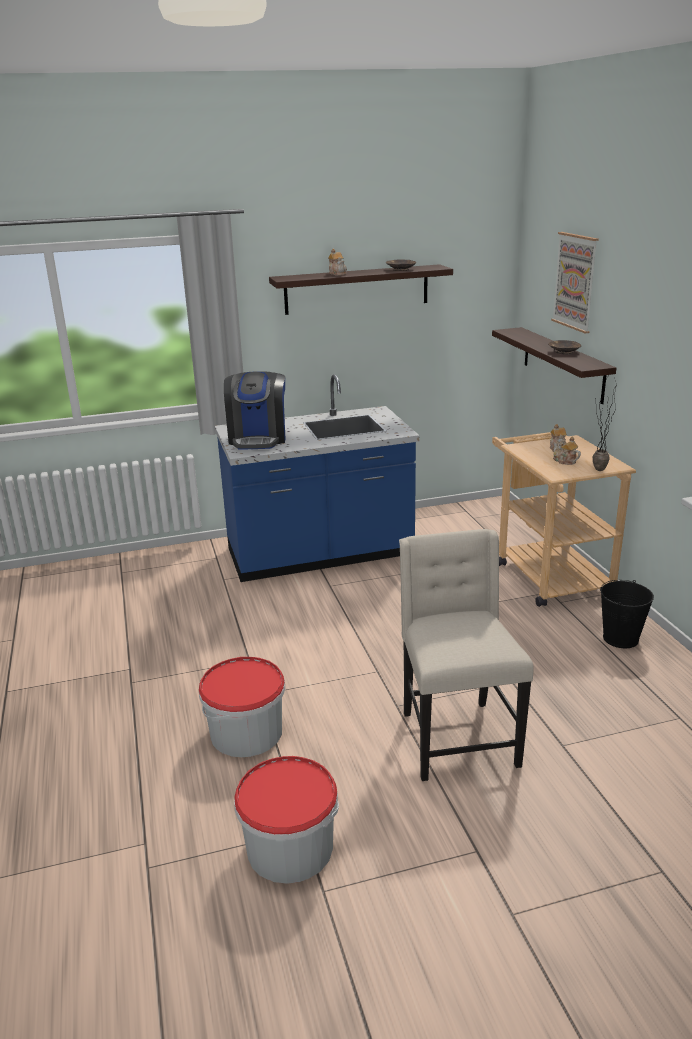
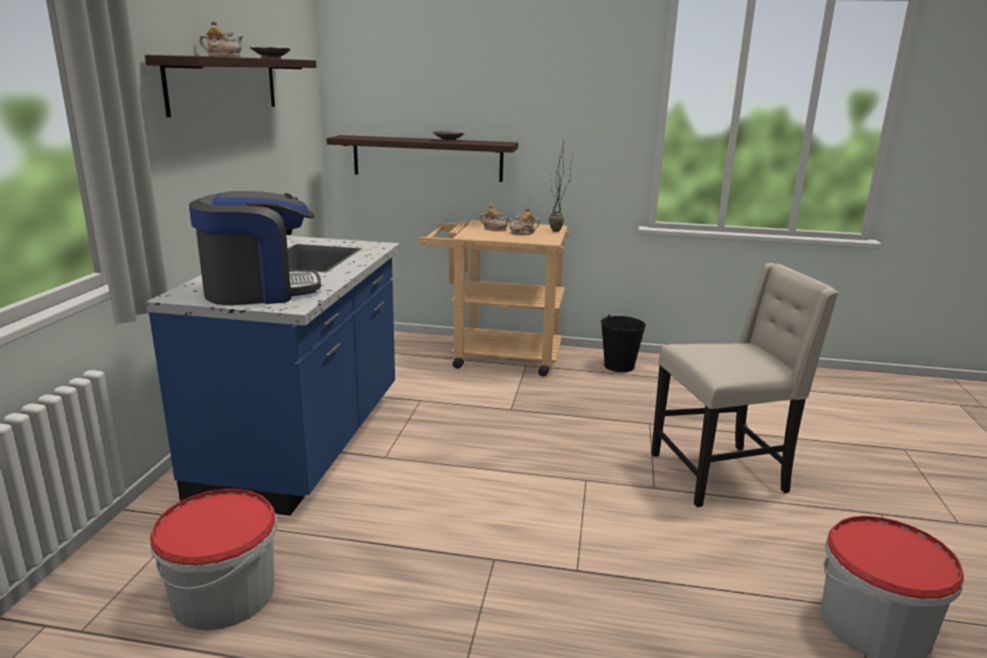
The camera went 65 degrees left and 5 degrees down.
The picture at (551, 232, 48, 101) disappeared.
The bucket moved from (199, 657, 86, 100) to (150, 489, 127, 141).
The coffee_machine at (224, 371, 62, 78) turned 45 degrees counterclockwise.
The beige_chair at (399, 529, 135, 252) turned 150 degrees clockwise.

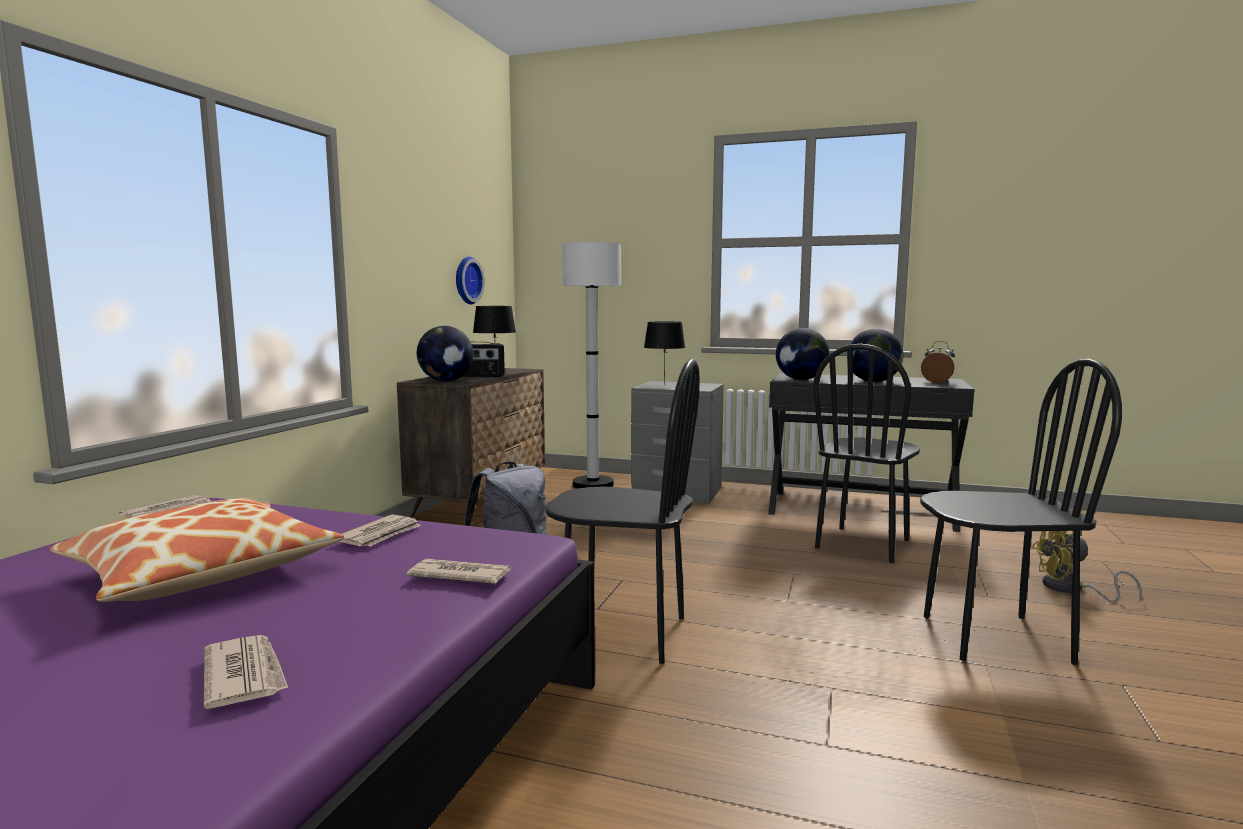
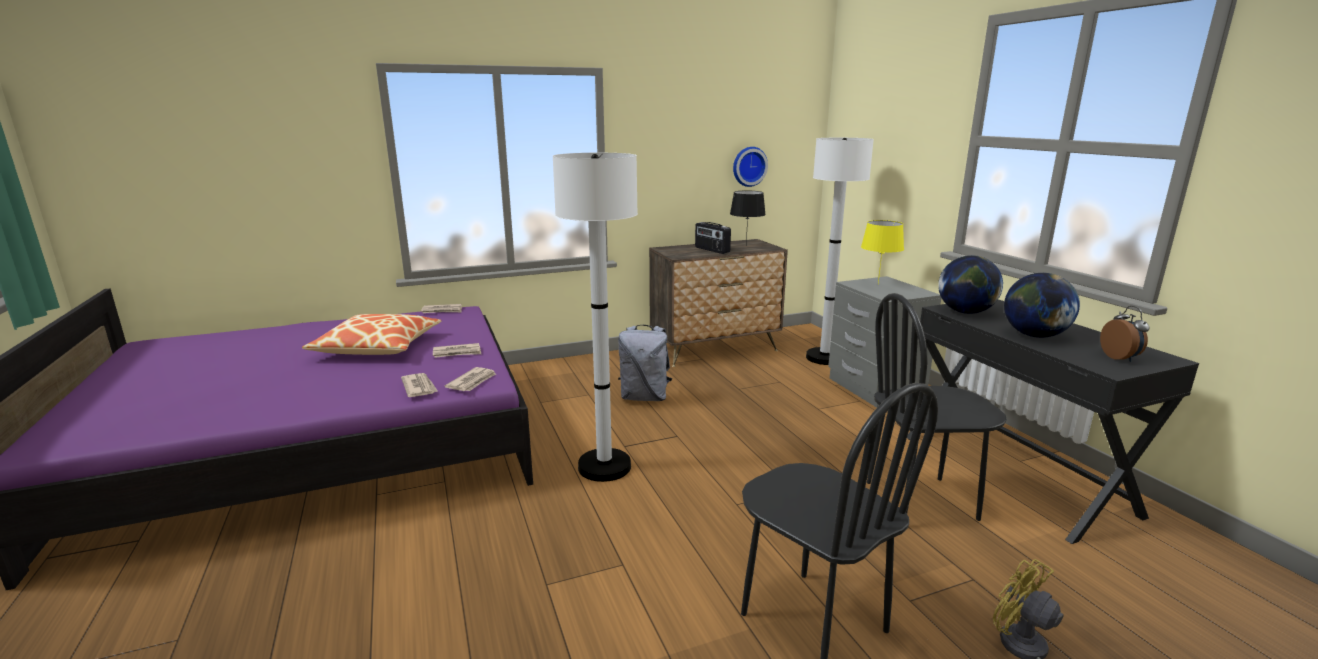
The camera went 50 degrees right and 10 degrees up.
The globe at (417, 326, 56, 55) disappeared.
The newspaper moved from (204, 635, 84, 74) to (445, 367, 51, 24).
The black_chair at (545, 359, 155, 305) was replaced by the white_floor_lamp at (553, 153, 85, 329).
The black_table_lamp at (644, 321, 42, 64) became the yellow_table_lamp at (861, 220, 43, 64).

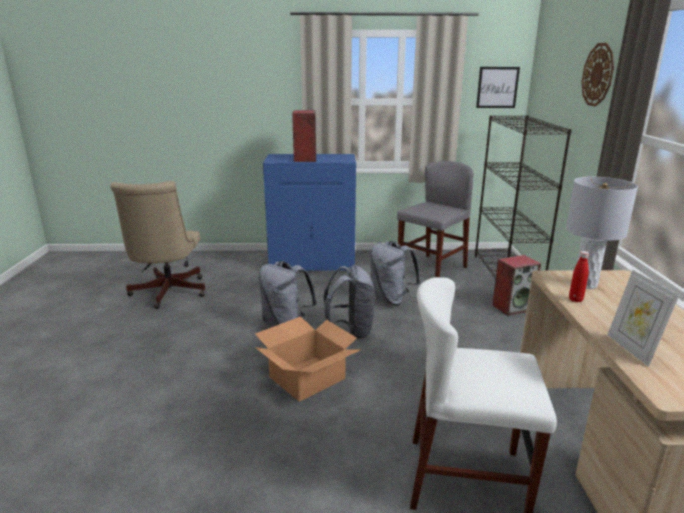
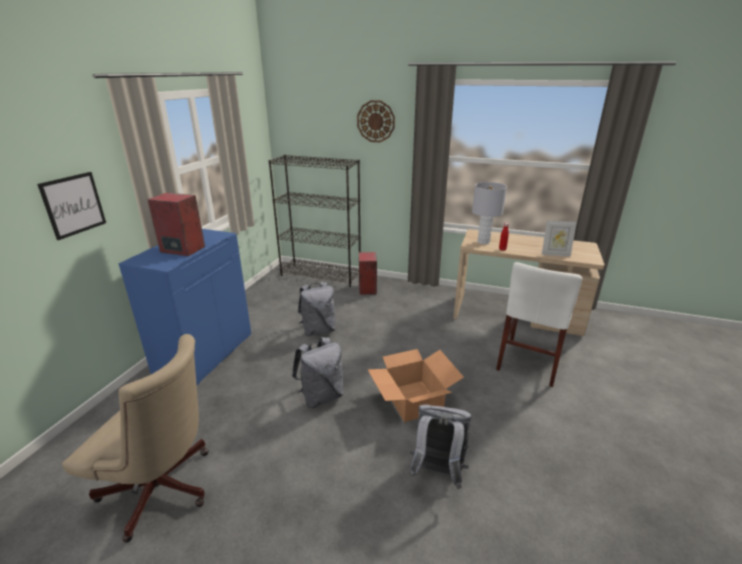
The camera went 70 degrees left and 5 degrees up.
The grey_chair at (397, 161, 77, 116) disappeared.
The grey_backpack moved from (324, 265, 51, 74) to (409, 405, 63, 84).
The picture moved from (476, 67, 44, 41) to (37, 172, 69, 68).

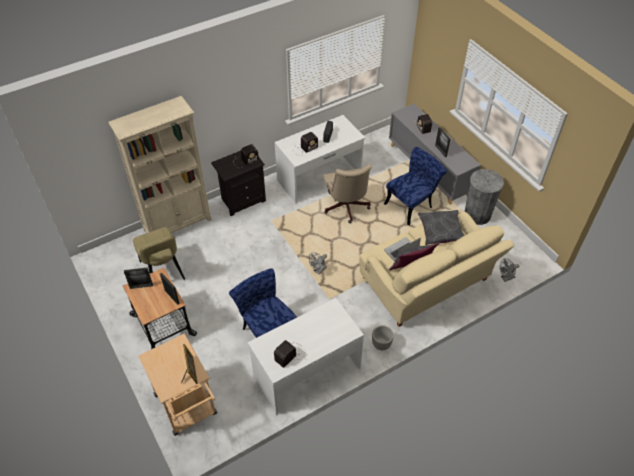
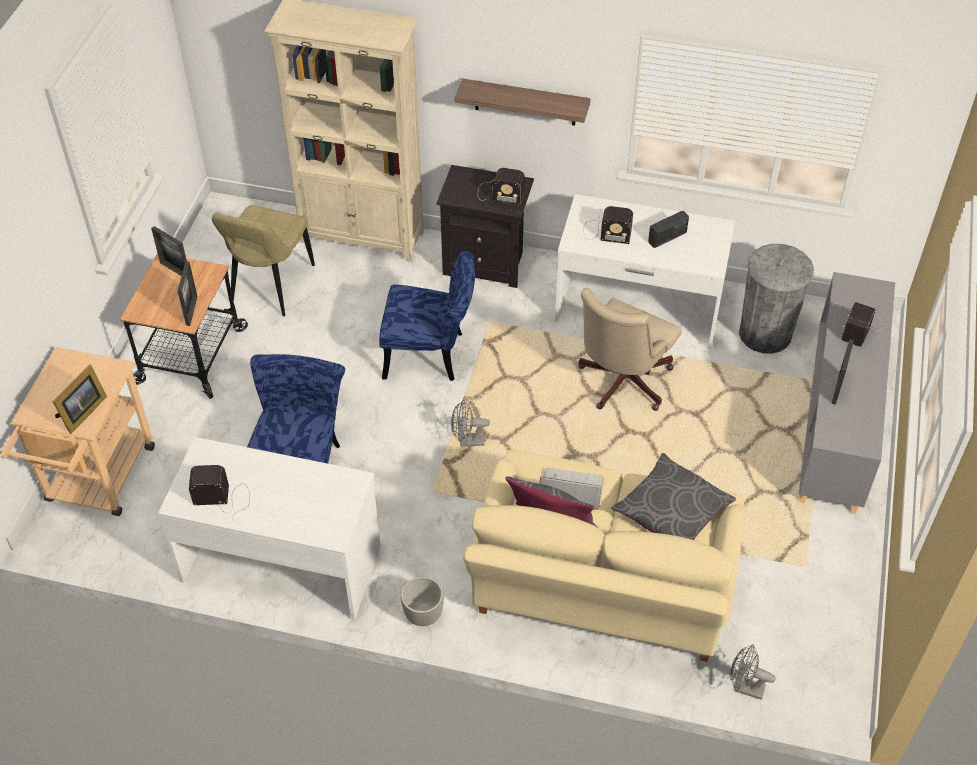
The camera went 45 degrees right and 0 degrees up.
The shelf at (454, 79, 136, 47) appeared.
The blue_chair moved from (384, 147, 63, 78) to (379, 251, 96, 130).
The grey_trash_can moved from (464, 169, 40, 56) to (739, 244, 75, 110).

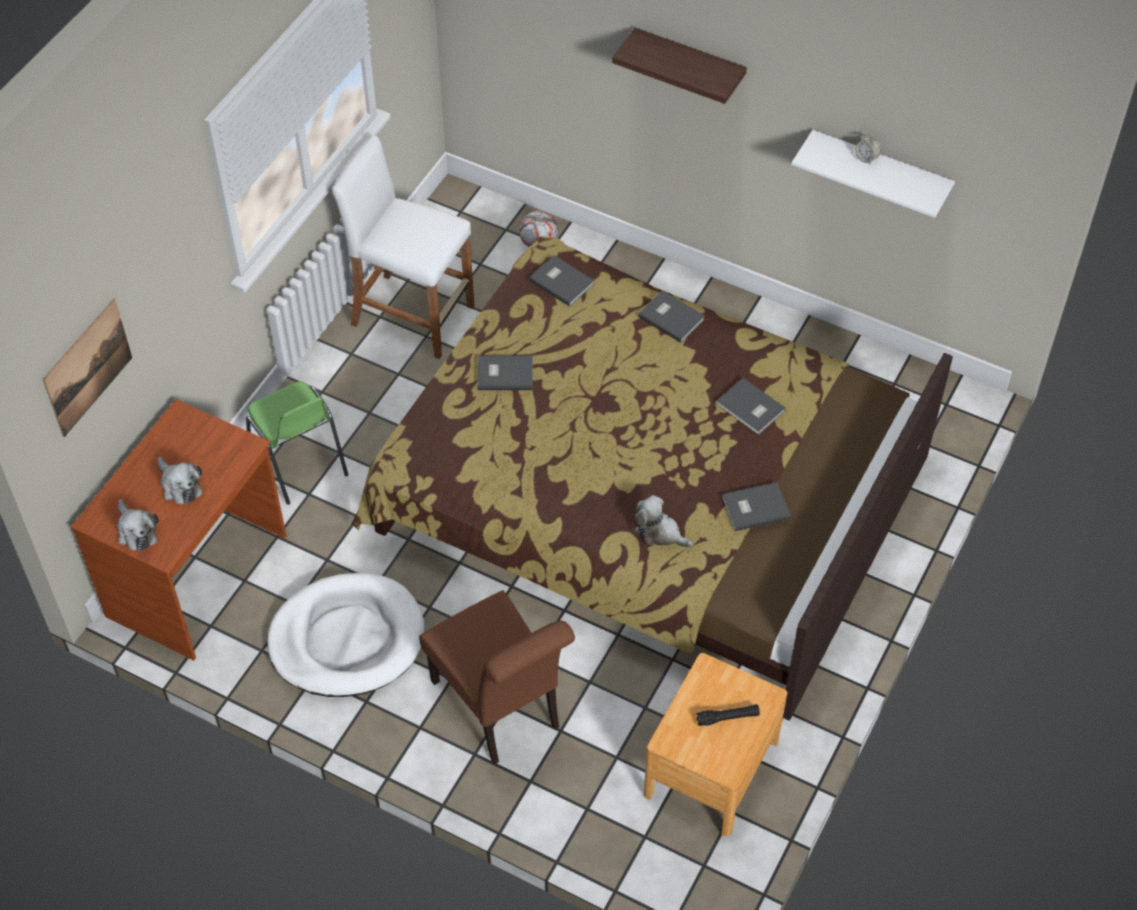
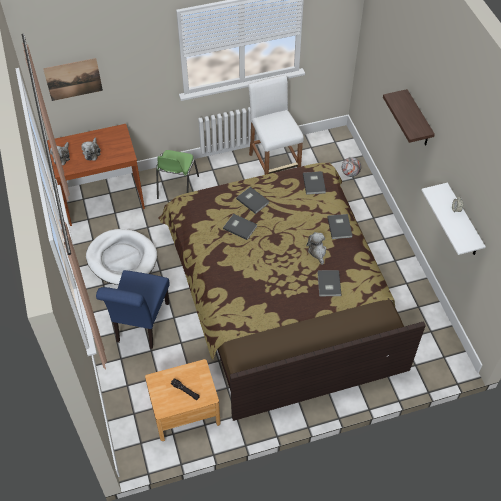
The camera went 45 degrees right and 0 degrees up.
The plush_toy moved from (635, 495, 58, 52) to (306, 232, 21, 33).
The grey_book moved from (722, 482, 69, 49) to (223, 214, 34, 26).
The brown_chair at (419, 590, 156, 174) became the blue_chair at (96, 270, 74, 79).

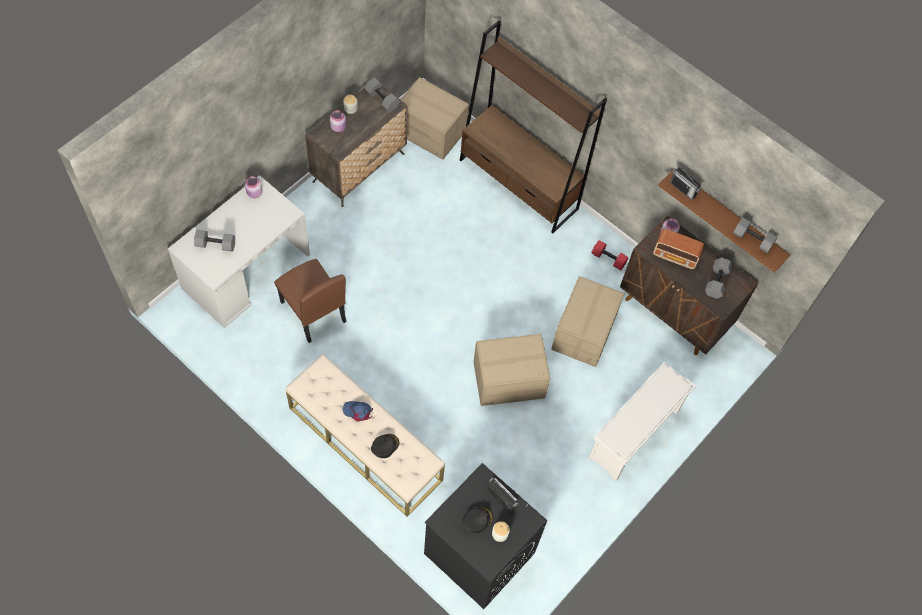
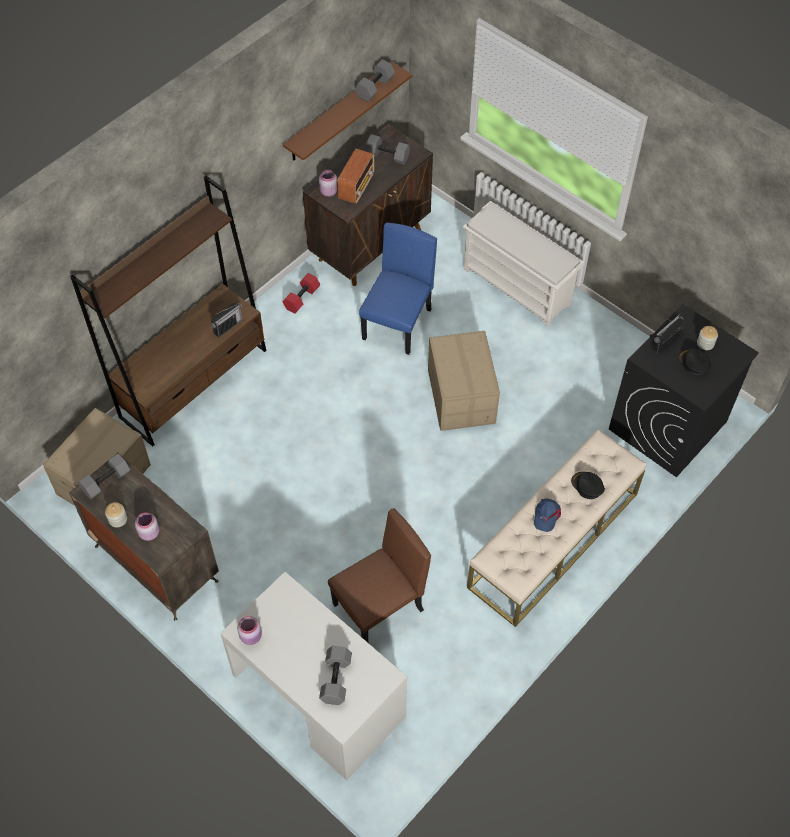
The camera went 85 degrees left and 5 degrees down.
The radio moved from (670, 166, 31, 34) to (211, 302, 32, 36).
The cardboard_box at (551, 276, 73, 91) was replaced by the blue_chair at (359, 222, 78, 133).

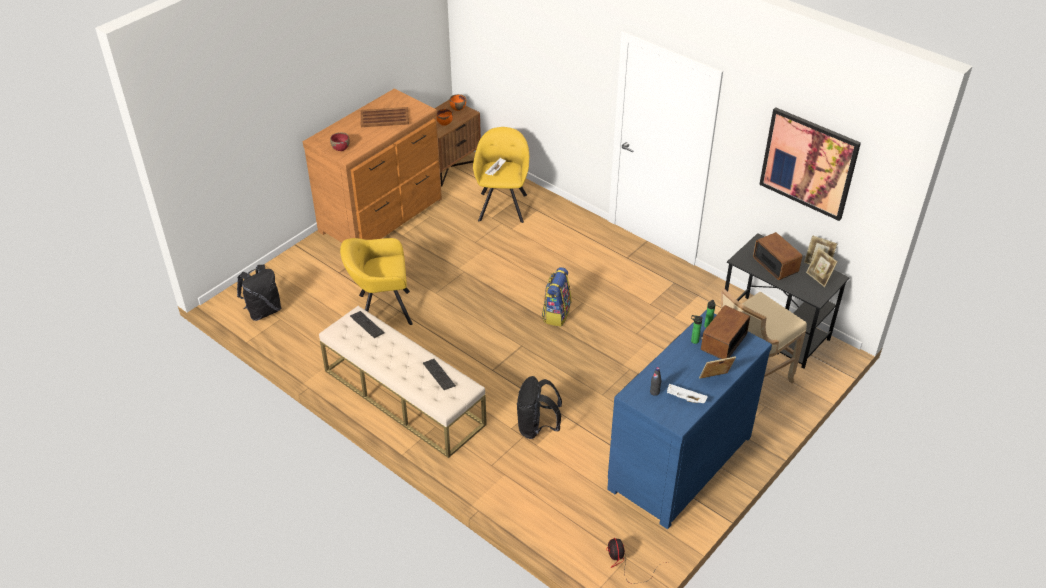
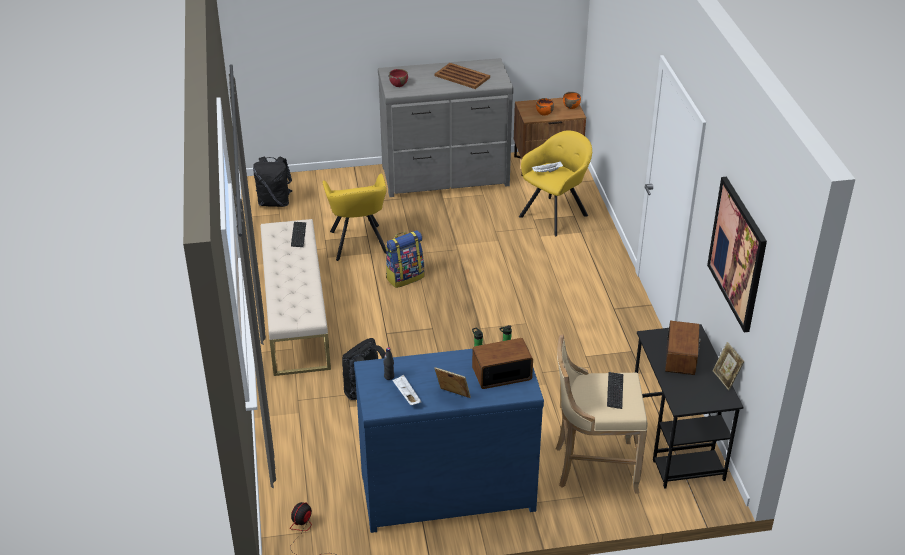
The camera went 40 degrees right and 5 degrees down.
The picture_frame at (806, 247, 32, 40) disappeared.
The keyboard moved from (423, 359, 33, 31) to (607, 372, 16, 37).
The backpack moved from (542, 267, 29, 60) to (386, 230, 38, 58).
The brown_dresser at (303, 89, 139, 154) became the grey_dresser at (378, 58, 136, 139).
The yellow_armchair at (340, 238, 73, 87) turned 135 degrees counterclockwise.

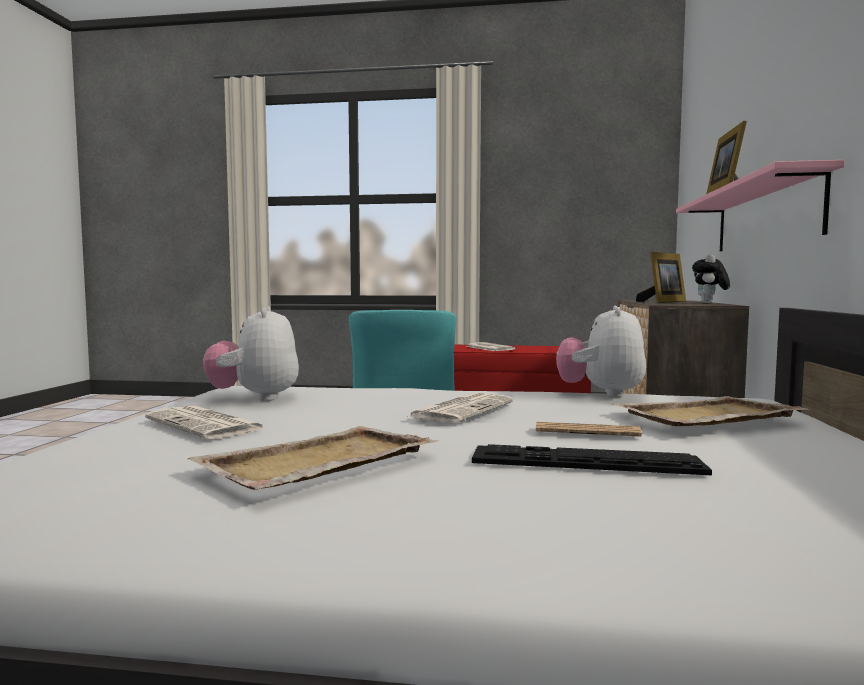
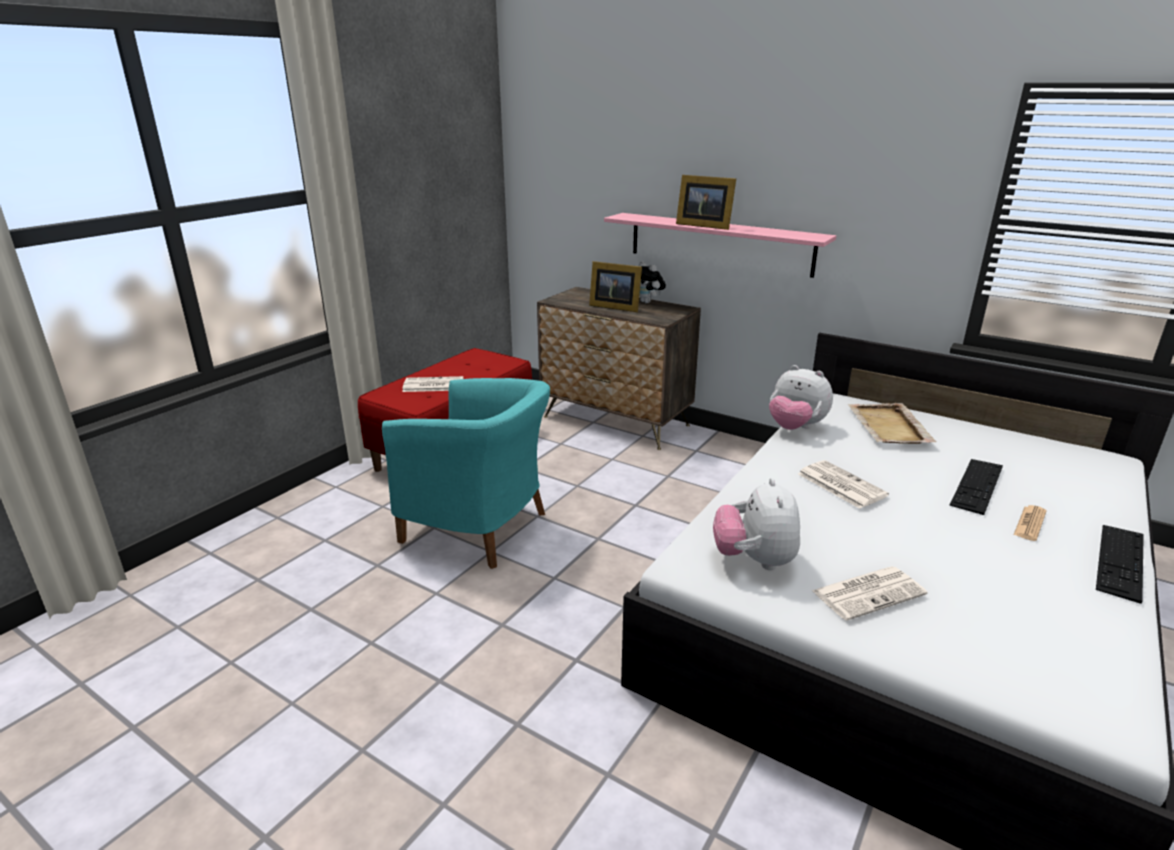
The camera went 65 degrees left and 20 degrees up.
The beige_tray at (187, 426, 250, 64) disappeared.
The keyboard at (1096, 525, 48, 79) appeared.
The newspaper moved from (536, 422, 106, 15) to (1013, 505, 34, 36).
The plush_toy at (203, 307, 96, 94) turned 75 degrees clockwise.
The picture_frame at (636, 252, 50, 51) turned 135 degrees clockwise.

